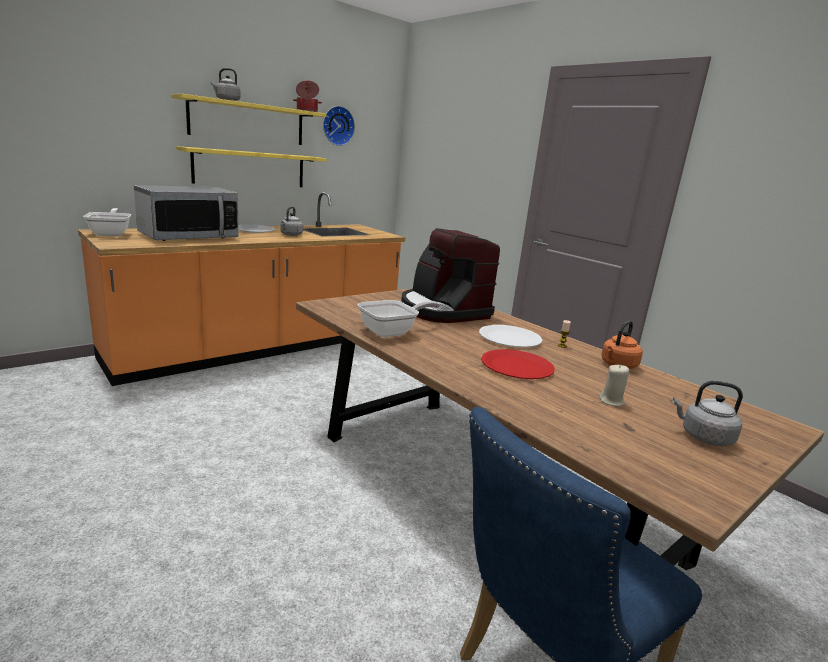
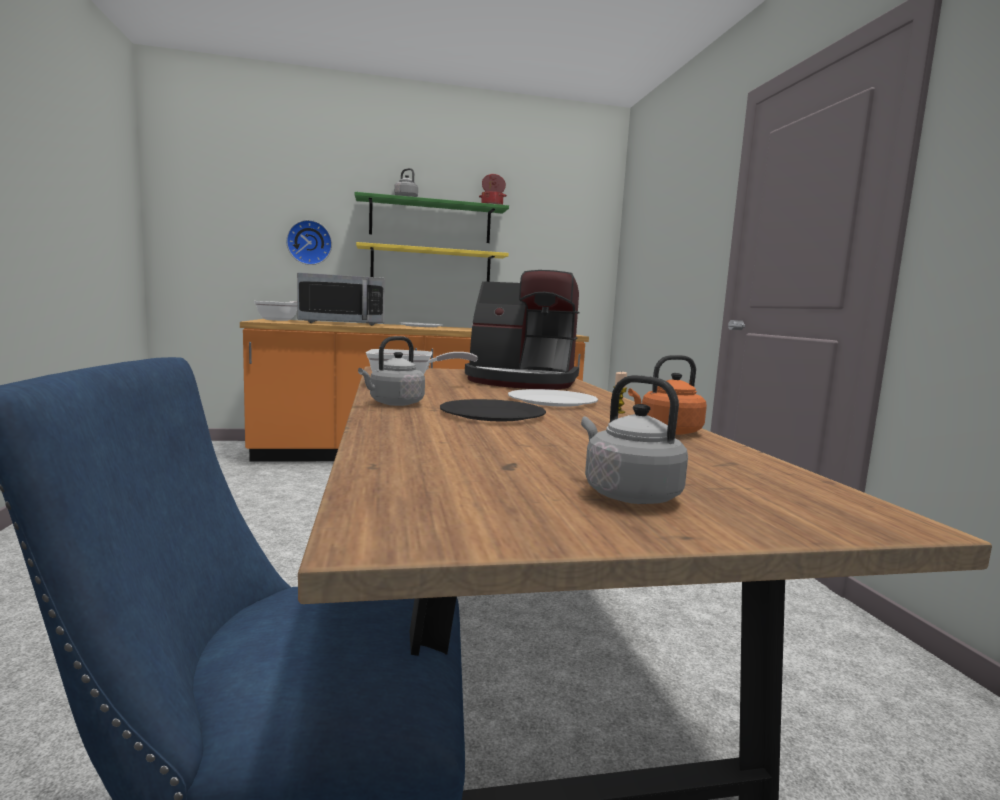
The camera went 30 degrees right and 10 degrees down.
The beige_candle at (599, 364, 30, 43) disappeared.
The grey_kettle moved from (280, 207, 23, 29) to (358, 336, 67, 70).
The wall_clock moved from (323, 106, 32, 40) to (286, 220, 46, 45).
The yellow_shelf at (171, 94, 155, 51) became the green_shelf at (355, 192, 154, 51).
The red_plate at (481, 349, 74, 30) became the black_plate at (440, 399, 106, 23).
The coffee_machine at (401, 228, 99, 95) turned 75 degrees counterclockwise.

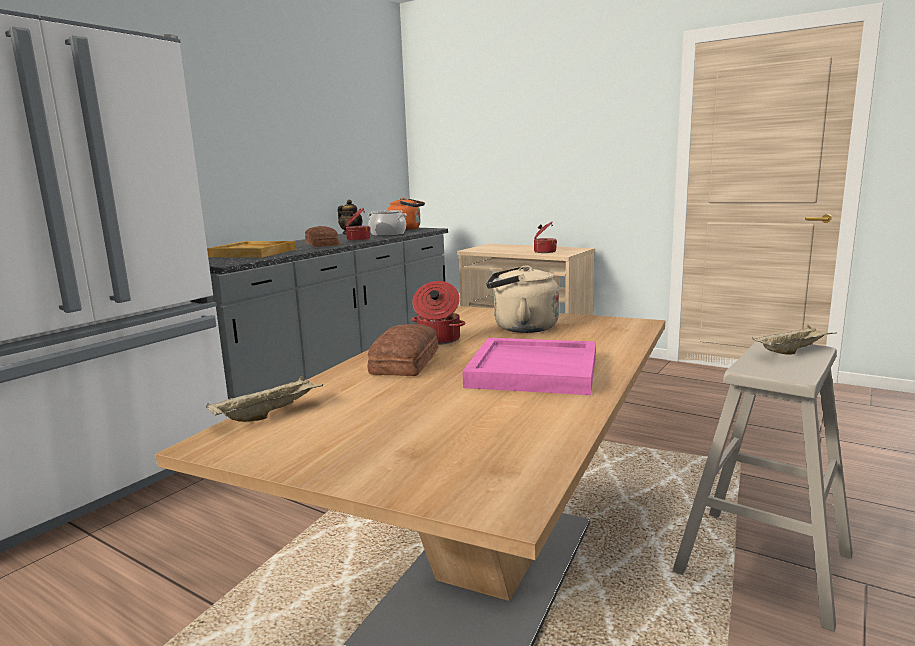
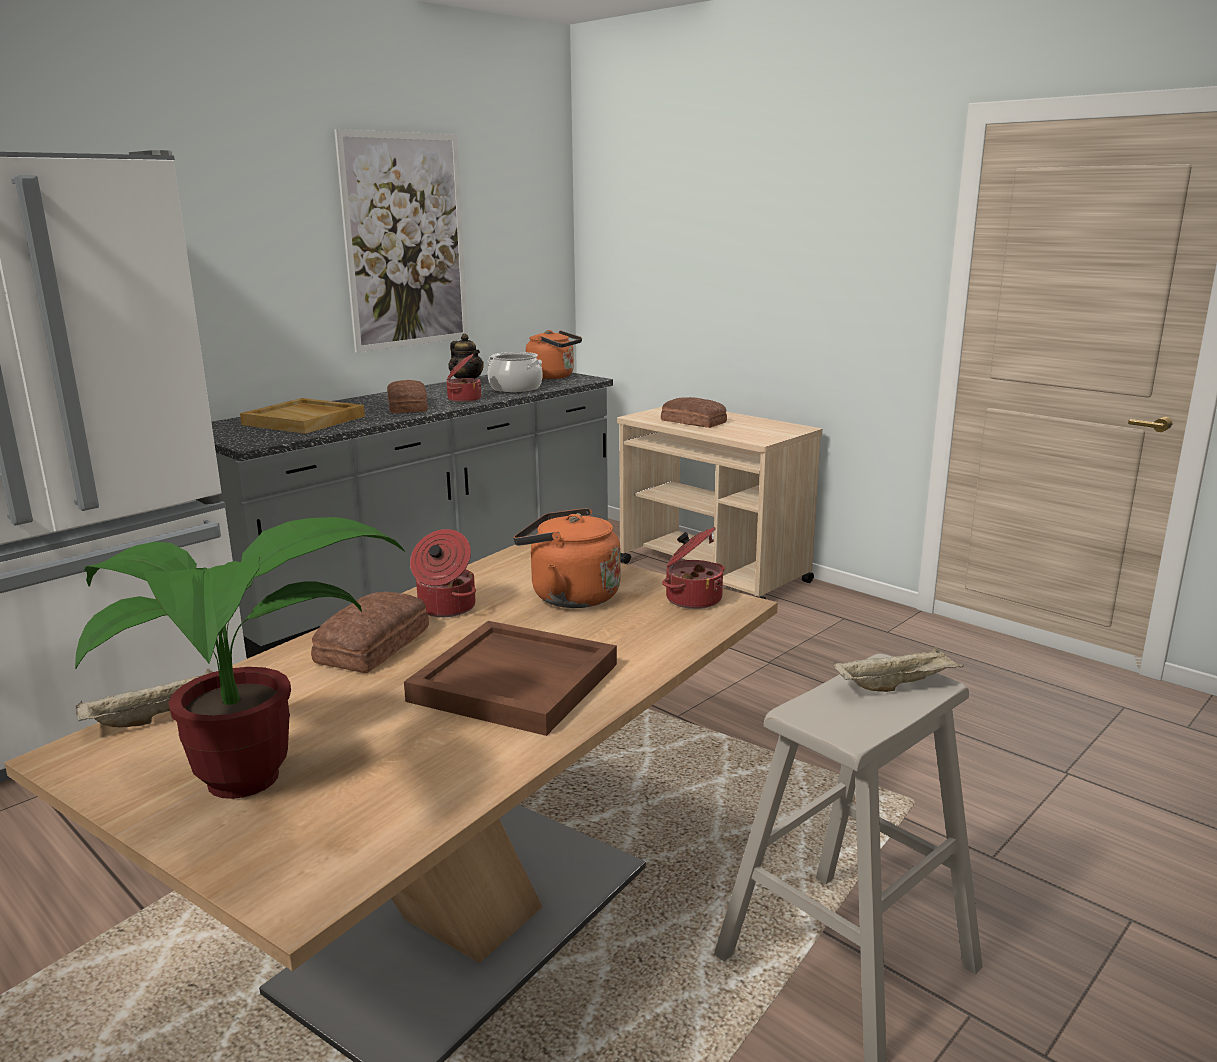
The camera went 10 degrees right and 5 degrees up.
The potted_plant at (75, 517, 330, 282) appeared.
The picture at (334, 129, 134, 224) appeared.
The bread at (661, 397, 66, 31) appeared.
The cooking_pot moved from (534, 222, 23, 31) to (662, 527, 63, 82).
The pink_tray at (462, 338, 134, 57) became the brown_tray at (404, 621, 213, 115).
The beige_kettle at (486, 265, 73, 68) became the orange_kettle at (514, 508, 107, 100).

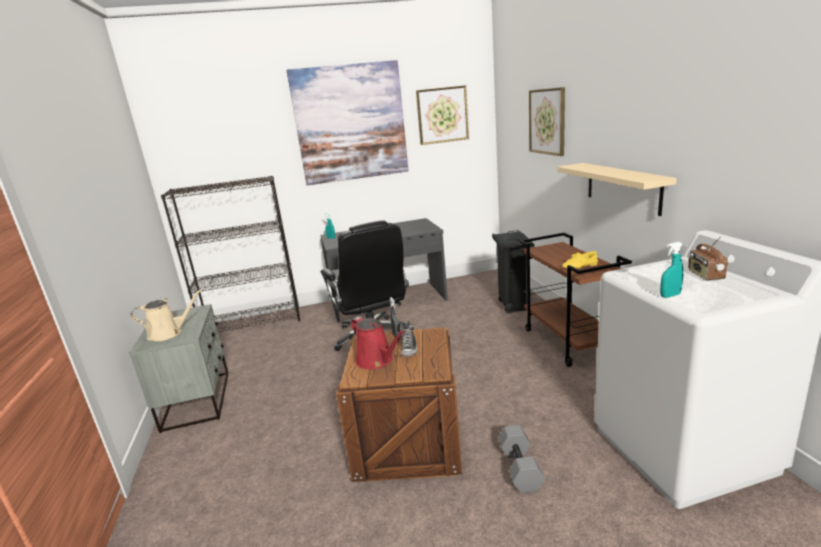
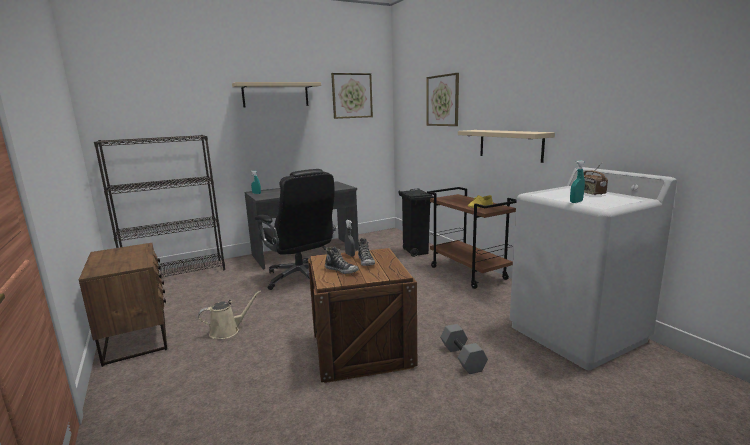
The camera went 15 degrees left and 5 degrees down.
The beige_watering_can moved from (130, 289, 72, 52) to (198, 291, 63, 48).
The picture at (287, 60, 122, 125) was replaced by the beige_shelf at (232, 82, 89, 25).
The red_watering_can at (351, 316, 55, 53) was replaced by the shoe at (325, 246, 34, 28).
The grey_nightstand at (129, 304, 100, 129) became the brown_nightstand at (79, 243, 88, 124).

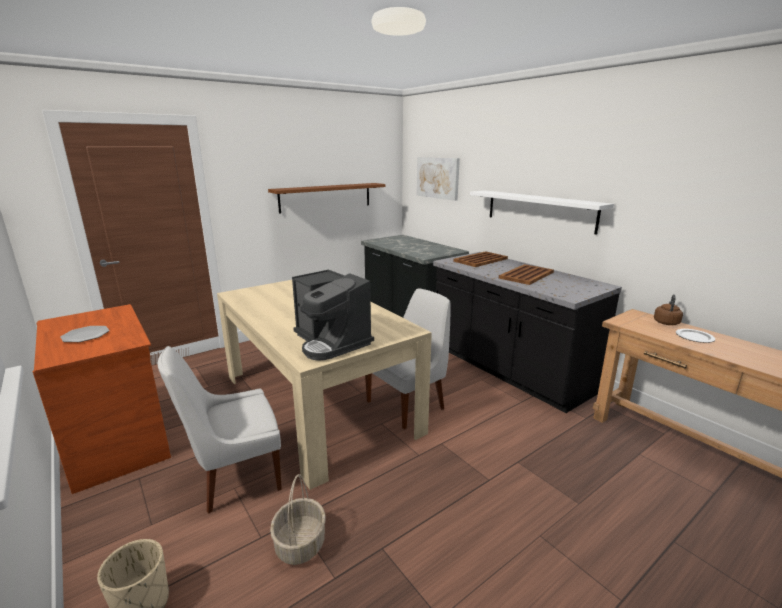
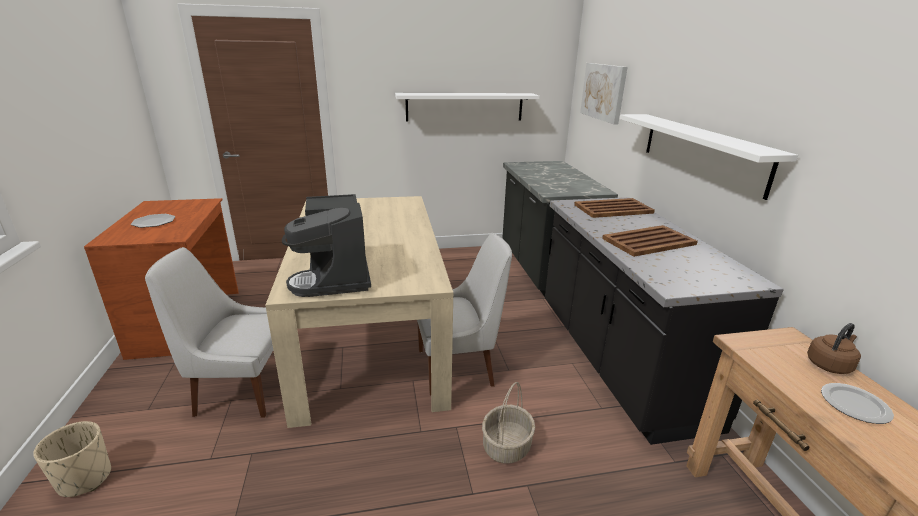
The camera went 25 degrees right and 5 degrees up.
The basket moved from (270, 474, 56, 91) to (482, 382, 53, 82).
The brown_shelf at (268, 183, 117, 31) became the white_shelf at (395, 93, 145, 28).

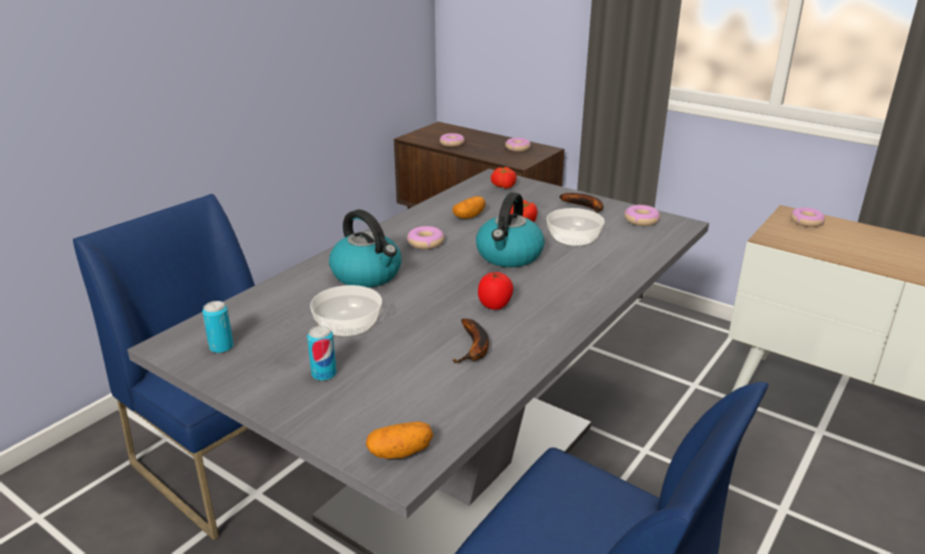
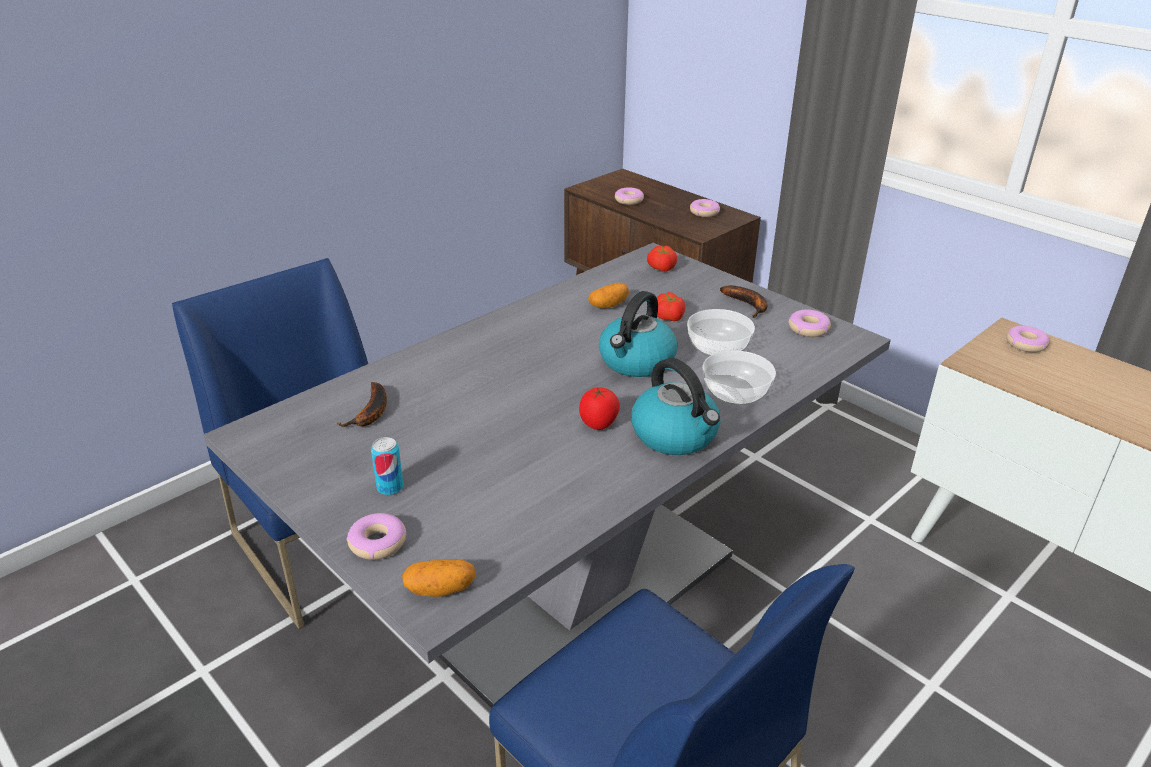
The camera went 10 degrees right and 5 degrees up.
The can at (202, 301, 31, 52) disappeared.
The bowl moved from (310, 285, 72, 52) to (702, 350, 74, 55).
The kettle moved from (329, 209, 73, 79) to (631, 358, 89, 97).
The donut moved from (407, 226, 37, 23) to (346, 513, 61, 47).
The banana moved from (452, 319, 37, 44) to (337, 382, 50, 45).

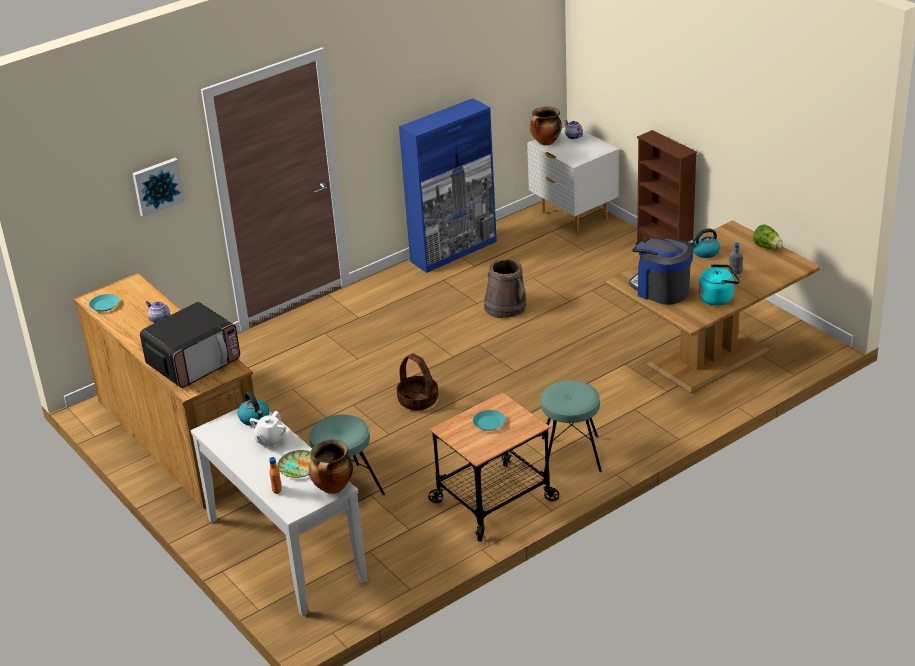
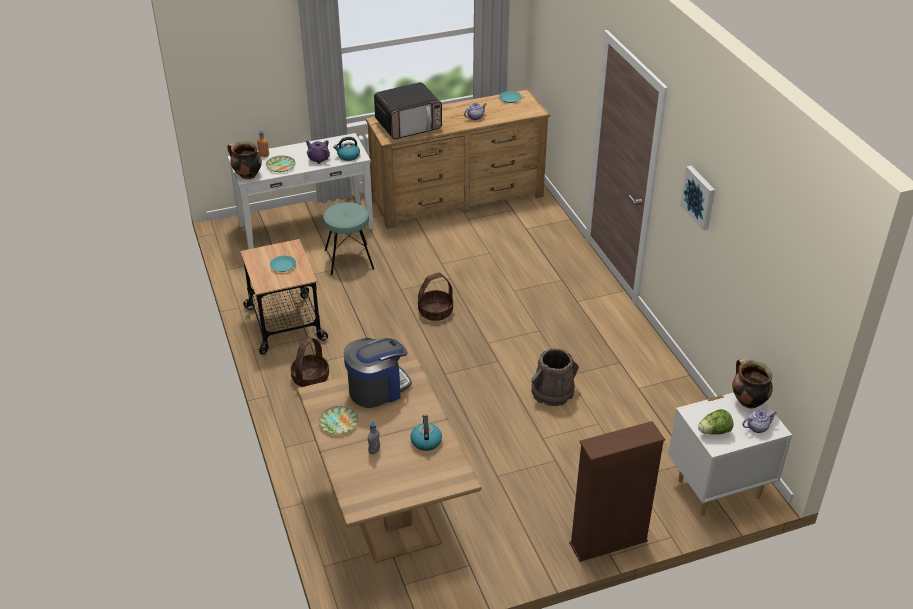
The camera went 105 degrees right and 5 degrees up.
The blue_cabinet at (399, 98, 98, 175) disappeared.
The picture moved from (132, 158, 53, 59) to (680, 166, 35, 64).
The lettuce moved from (753, 224, 30, 25) to (698, 409, 36, 26).
The turquoise_stool at (541, 380, 61, 93) was replaced by the basket at (290, 336, 39, 51).
The turquoise_kettle at (699, 264, 41, 42) was replaced by the plate at (319, 406, 39, 28).
The white_teapot at (250, 411, 36, 36) became the purple_teapot at (306, 140, 24, 24).
The microwave at (140, 302, 100, 86) turned 90 degrees counterclockwise.

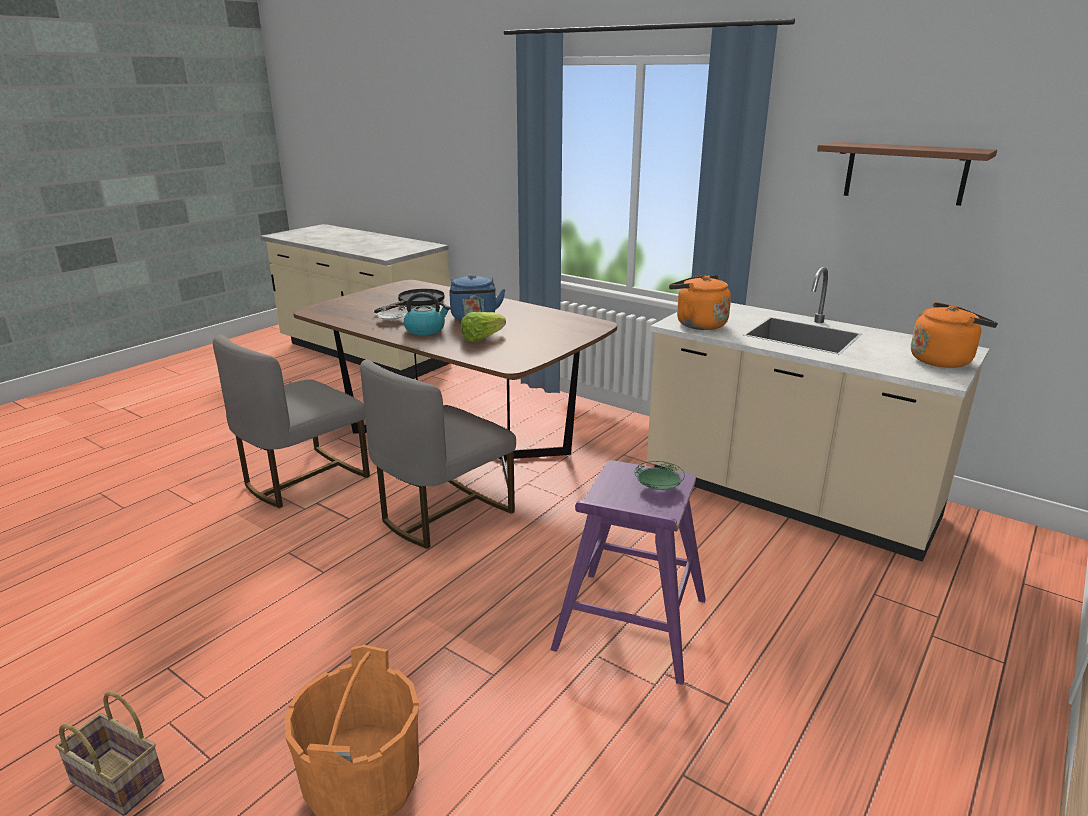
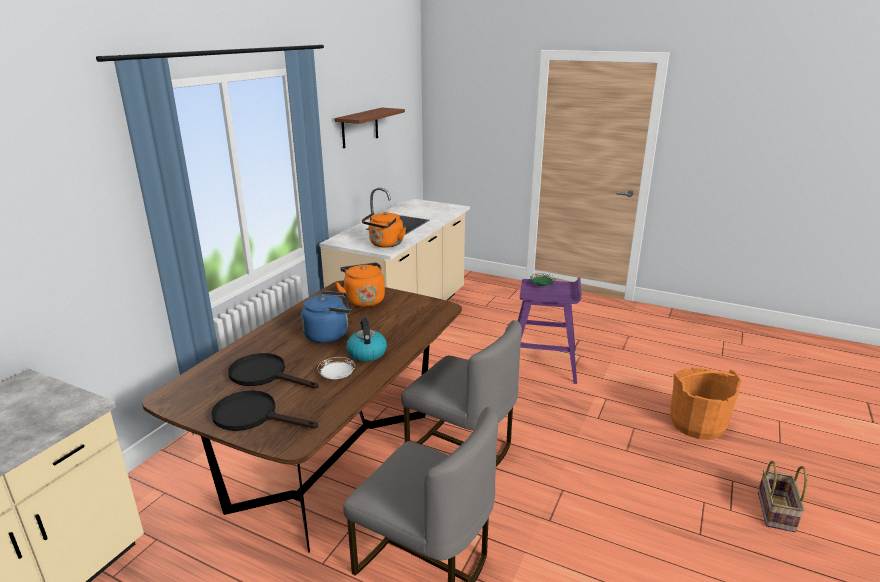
The camera went 100 degrees left and 0 degrees up.
The lettuce at (461, 312, 45, 30) disappeared.
The black_frying_pan at (211, 390, 107, 41) appeared.
The orange_kettle moved from (911, 302, 87, 66) to (335, 263, 50, 44).

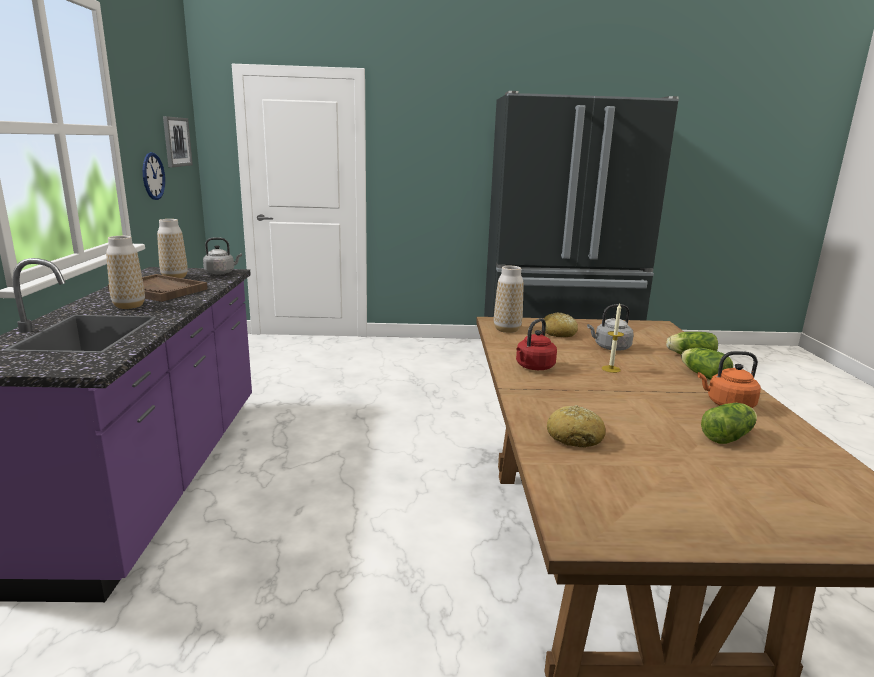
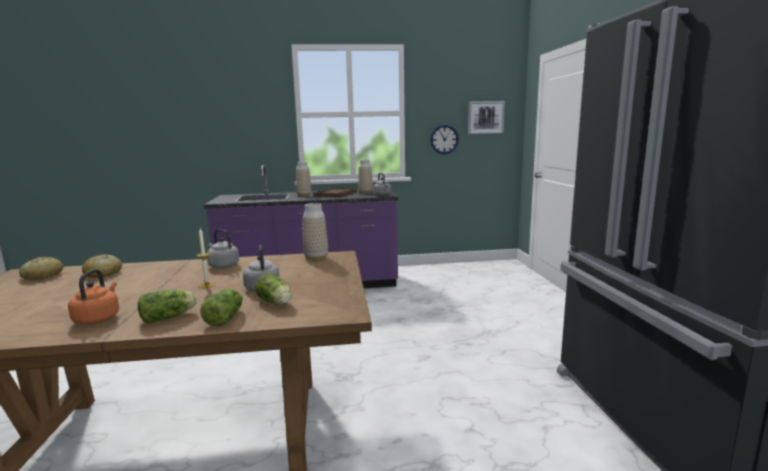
The camera went 85 degrees right and 5 degrees down.
The bread moved from (544, 312, 34, 25) to (19, 257, 44, 23).
The lettuce moved from (701, 403, 56, 41) to (255, 273, 37, 32).
The red_kettle at (516, 318, 41, 52) became the grey_kettle at (207, 229, 32, 39).

